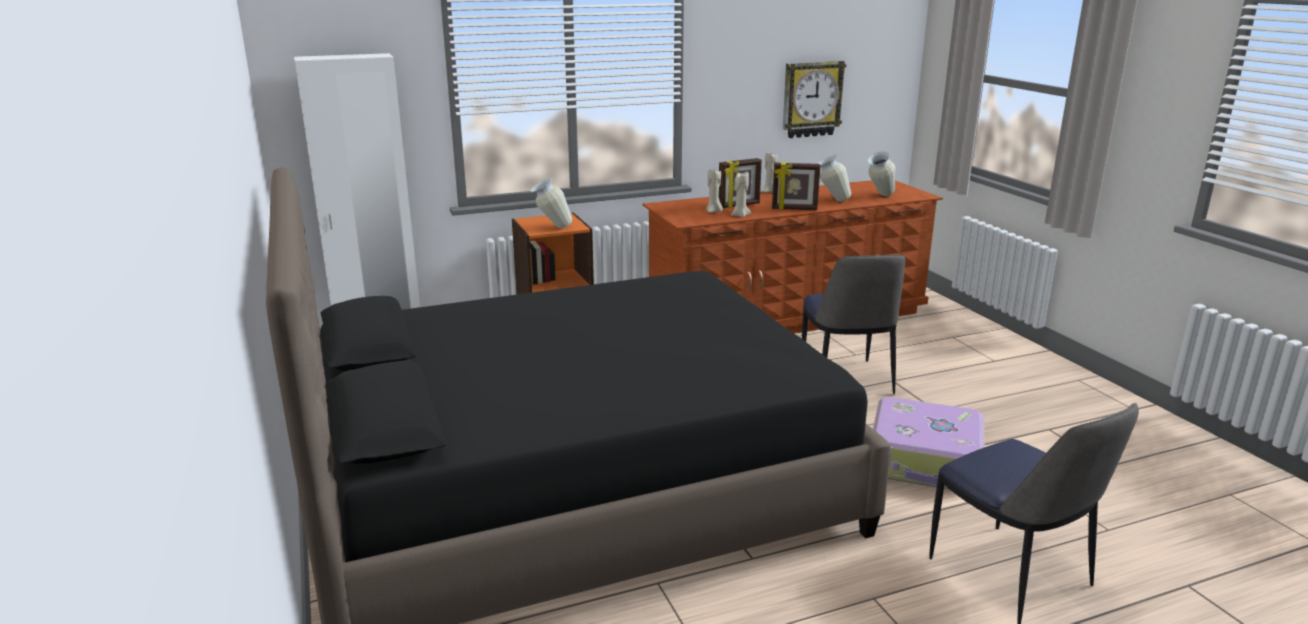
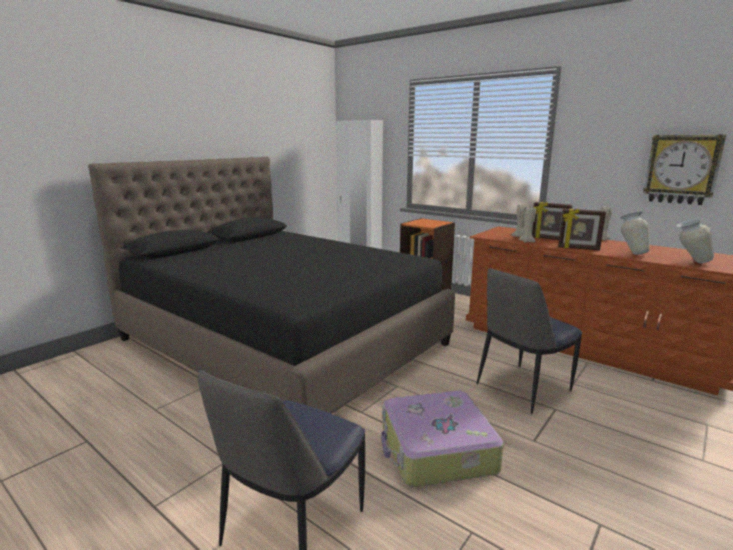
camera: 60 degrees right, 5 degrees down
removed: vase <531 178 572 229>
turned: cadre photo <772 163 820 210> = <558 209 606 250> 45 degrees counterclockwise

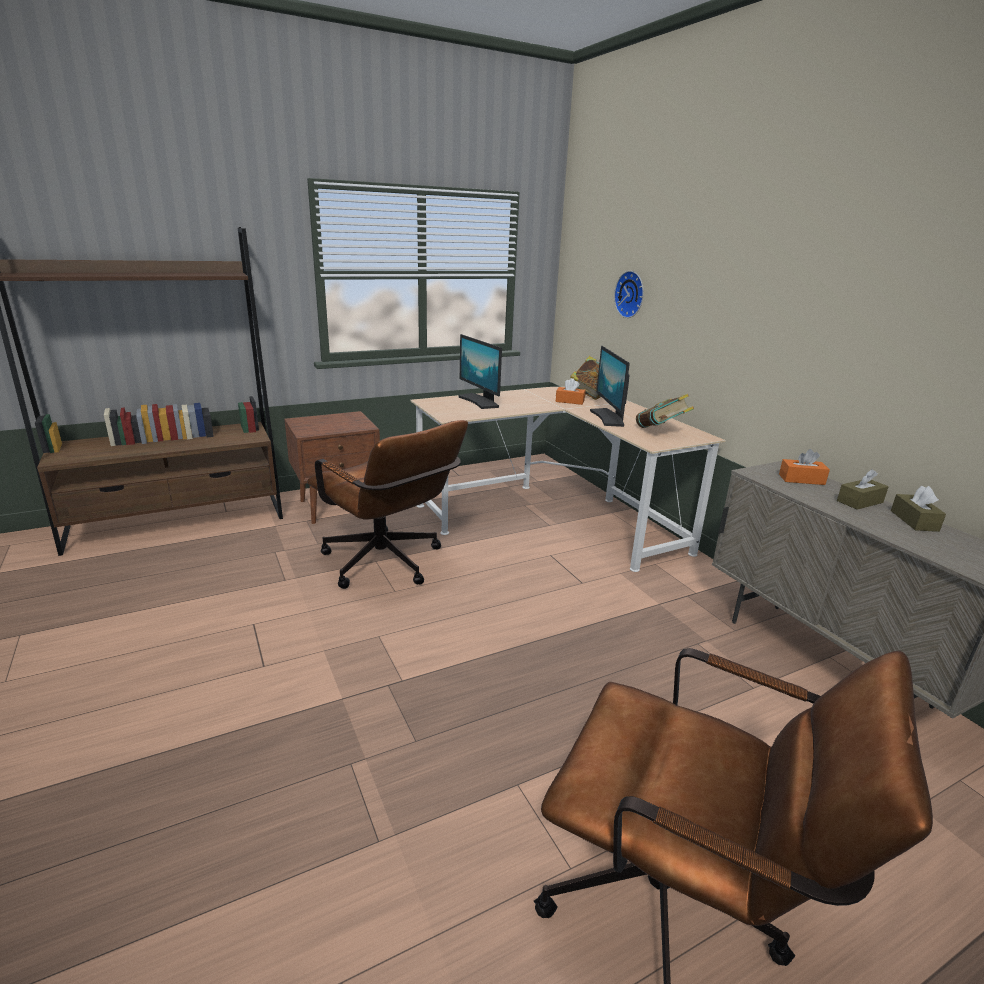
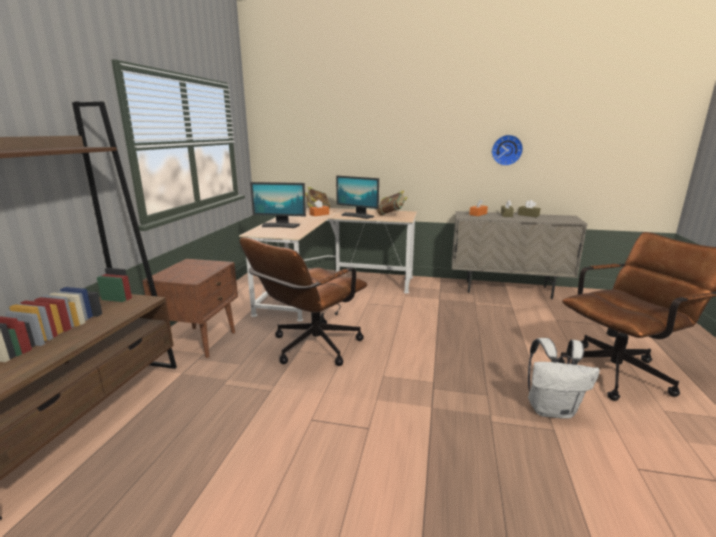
camera: 50 degrees left, 5 degrees down
added: sac à dos [blanc] <528 338 600 419>
moved: horloge murale <614 271 644 318> to <492 135 523 166>
turned: chaise de bureau [marron] <307 420 468 589> = <240 238 367 366> 135 degrees clockwise

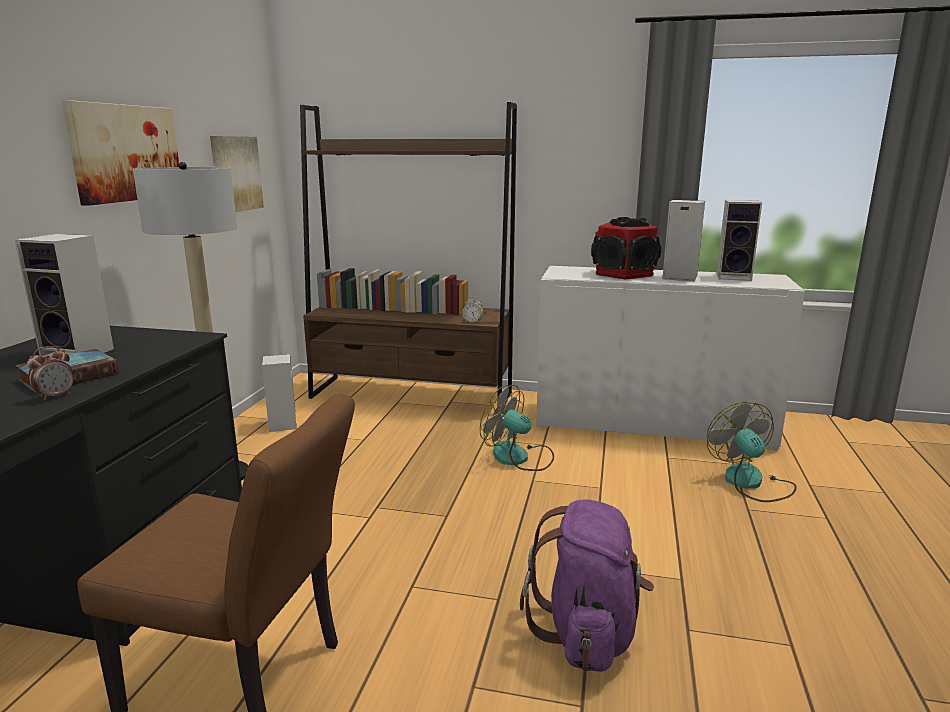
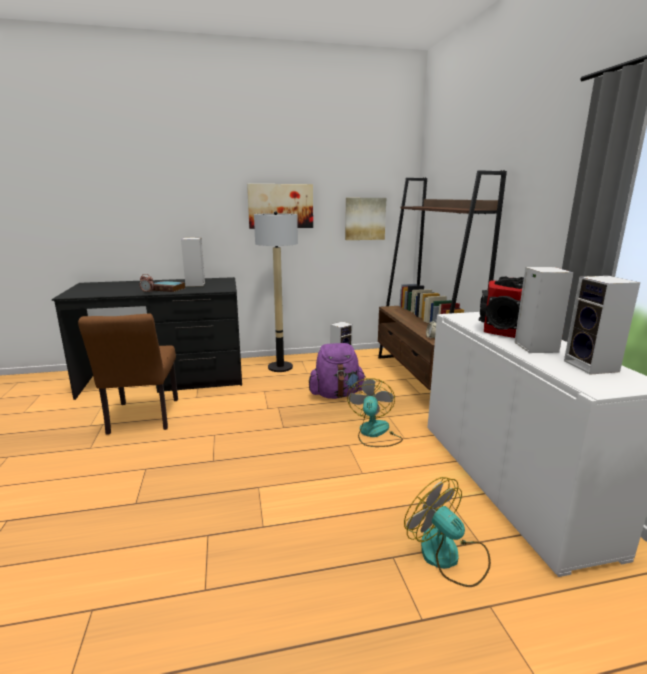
camera: 65 degrees right, 0 degrees up
moved: sac à dos [violet] <520 500 654 672> to <309 343 366 399>
turned: ventilateur <707 402 797 502> = <404 477 491 587> 90 degrees counterclockwise

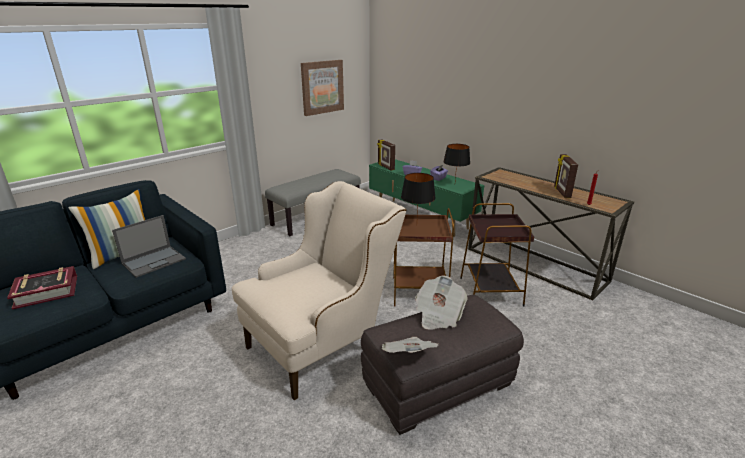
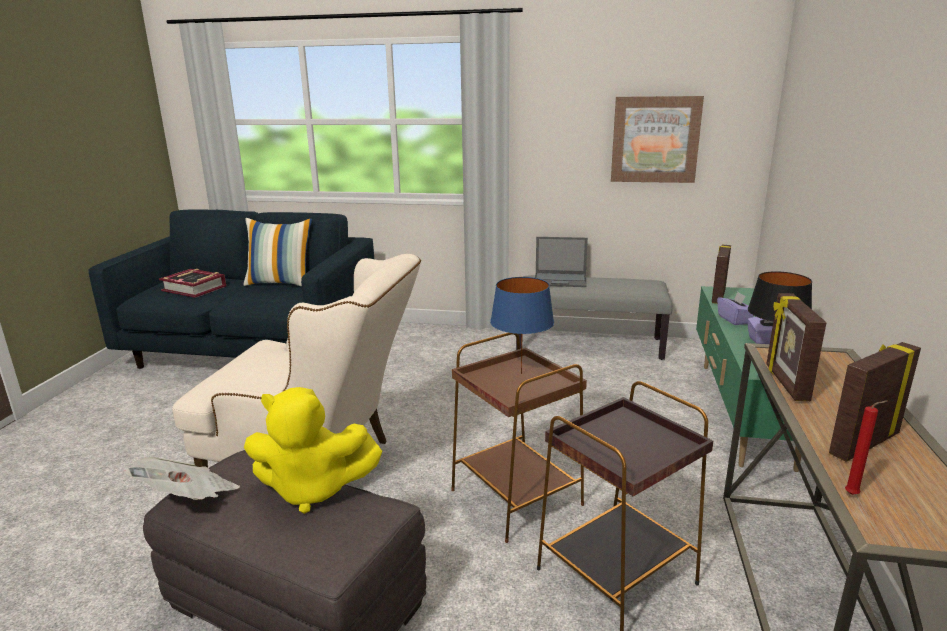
camera: 55 degrees right, 5 degrees down
added: cadre photo <767 293 826 401>
moved: ordinateur portable <112 215 186 278> to <535 237 588 287>
replaced: journal <415 275 468 330> to peluche [jaune] <244 387 382 514>
recoloured: lampe de table [noir] <401 173 436 217> to lampe de table [bleu] <490 277 554 374>

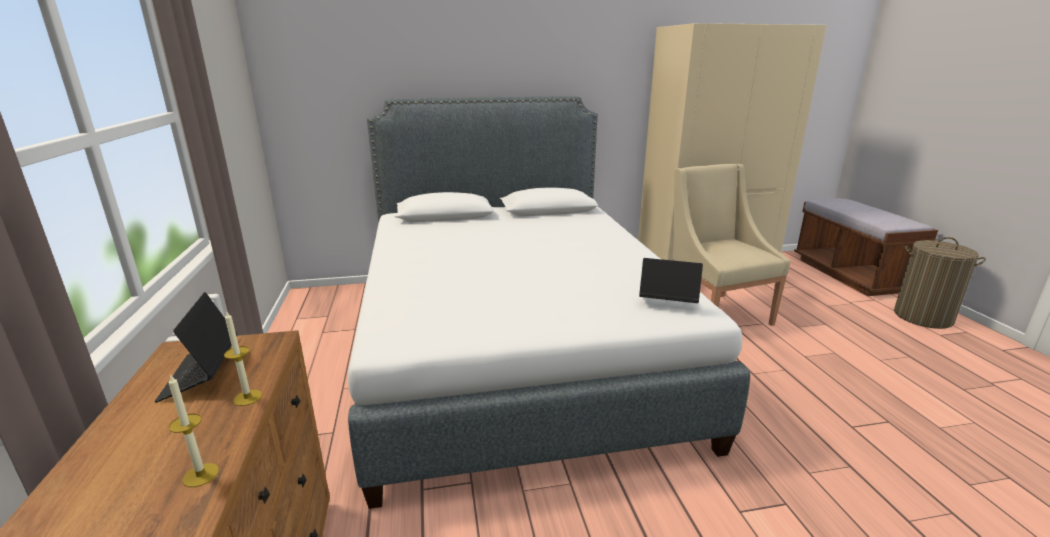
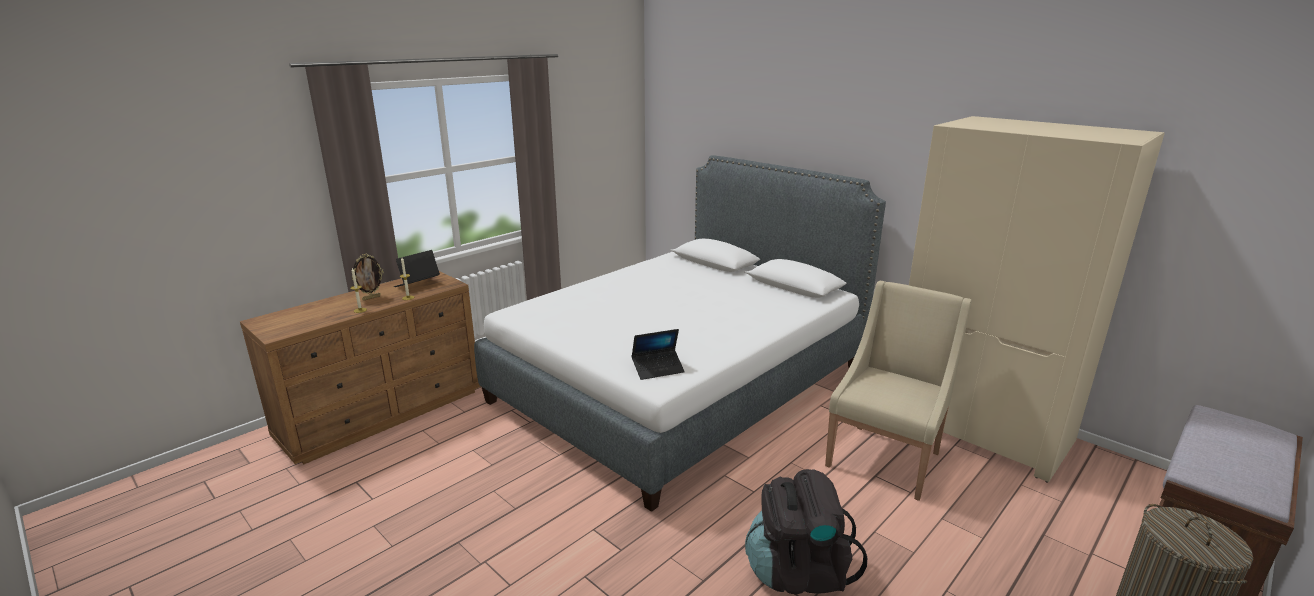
camera: 55 degrees right, 0 degrees up
added: cadre photo <352 254 384 300>; sac à dos [noir] <745 469 867 594>
turned: ordinateur portable <639 258 703 303> = <632 329 685 380> 90 degrees clockwise

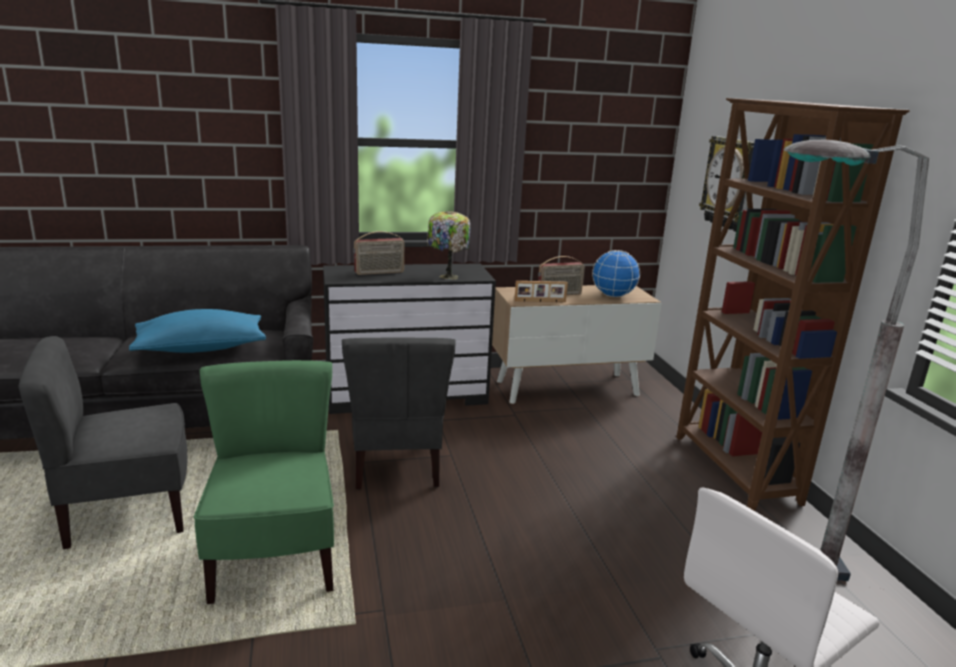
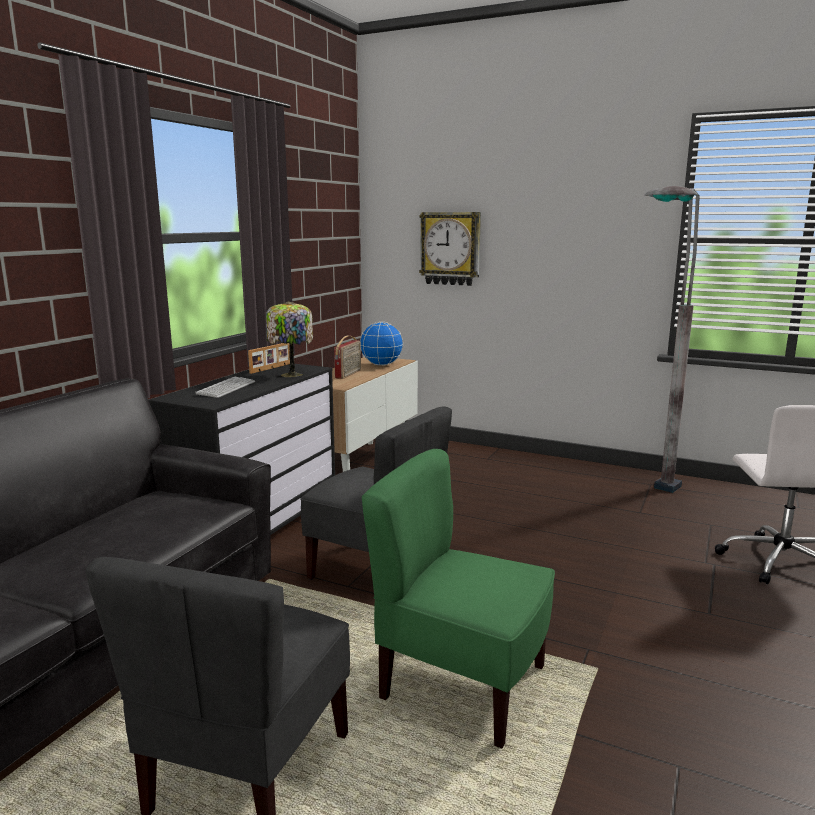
camera: 50 degrees left, 5 degrees down
removed: coussin [bleu] <129 309 266 353>; bibliothèque [marron] <676 98 910 511>
moved: cadre photo <514 281 568 302> to <248 343 290 374>
replaced: radio <354 231 404 275> to clavier <195 377 255 398>

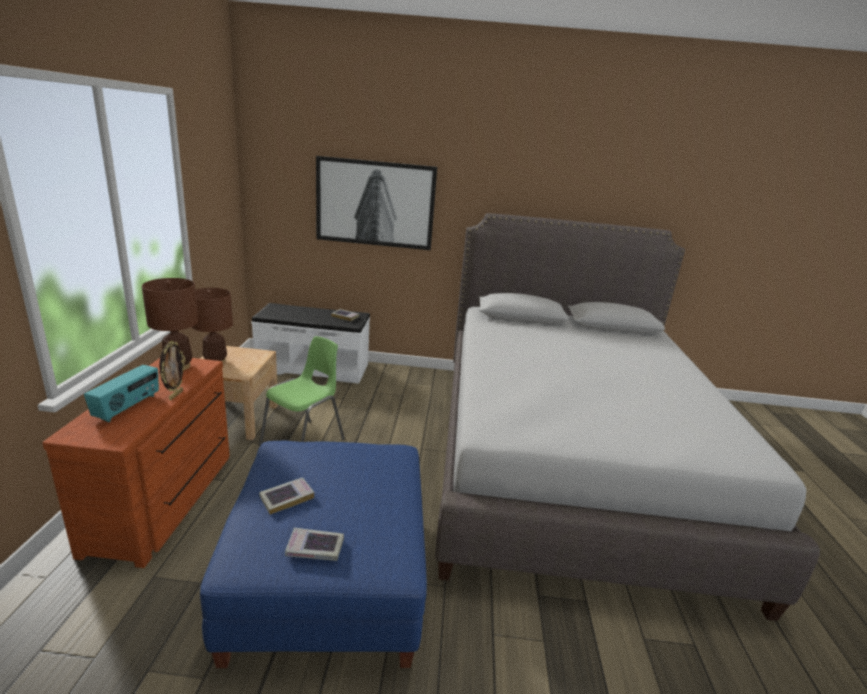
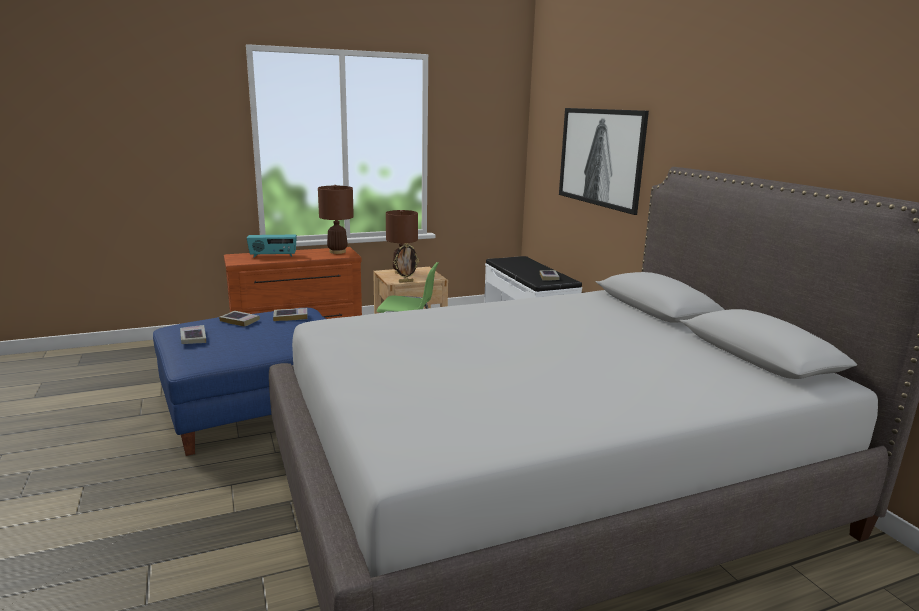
camera: 65 degrees right, 5 degrees down
added: livre <273 308 308 321>
moved: cadre photo <159 341 186 400> to <394 243 419 283>

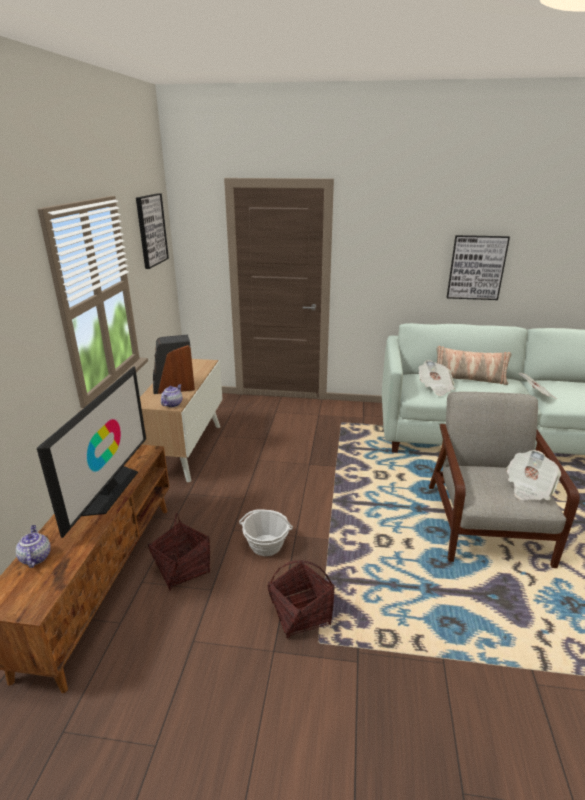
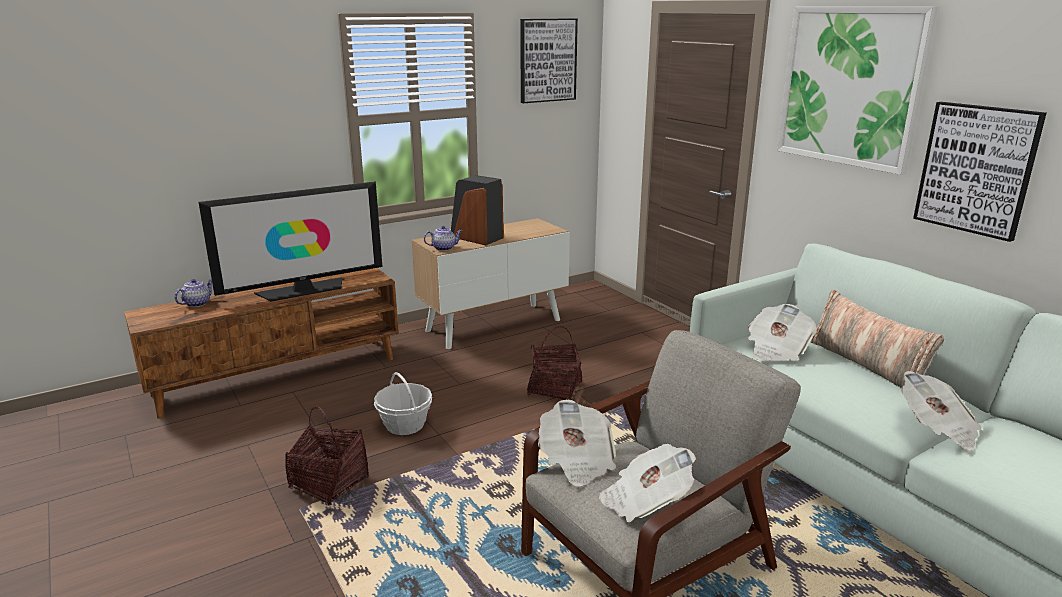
camera: 50 degrees right, 5 degrees down
added: journal <538 400 616 487>; tableau <777 7 938 175>
moved: panier <148 514 210 591> to <527 326 582 400>

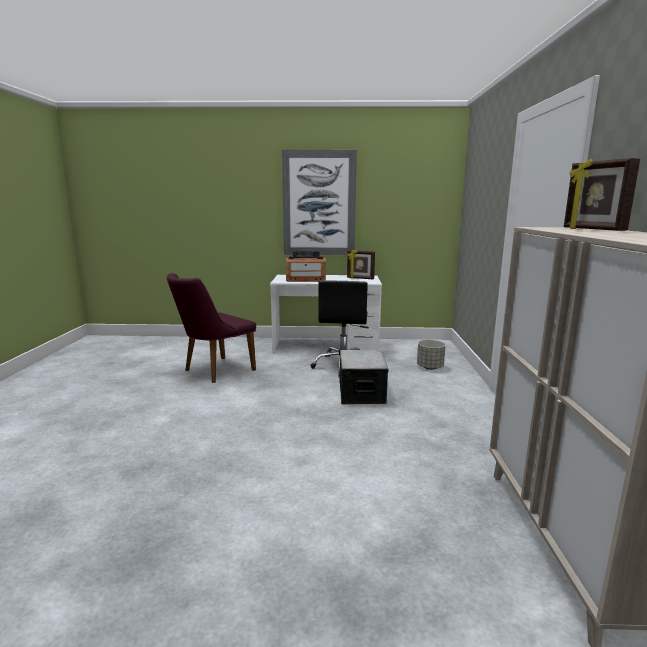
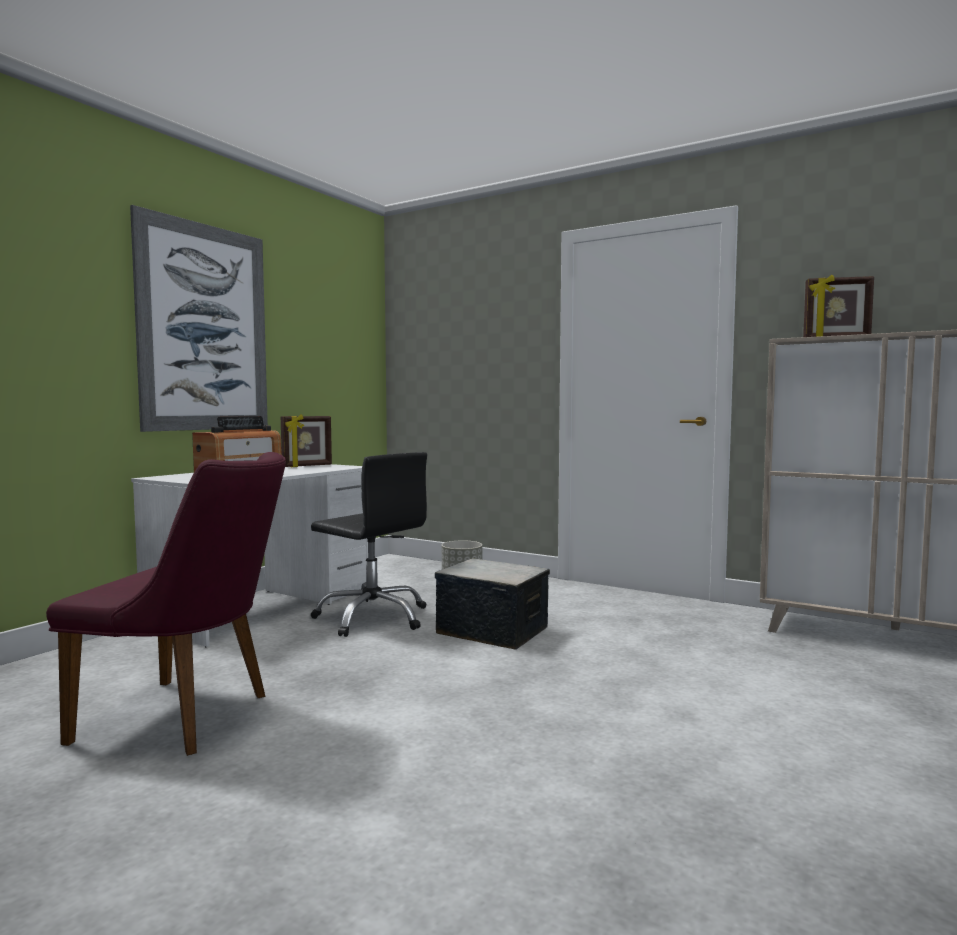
camera: 60 degrees left, 10 degrees down
turned: chaise [violet] <167 273 256 383> = <46 452 286 756> 60 degrees counterclockwise

